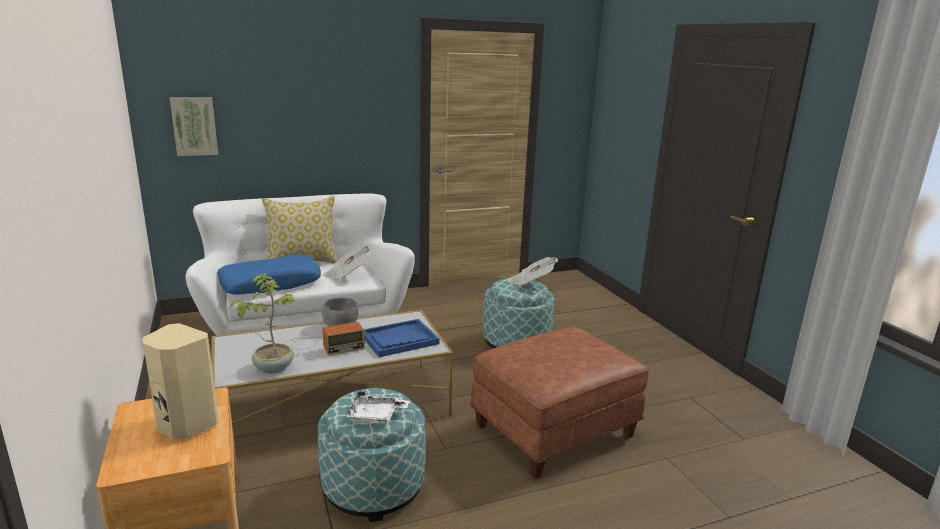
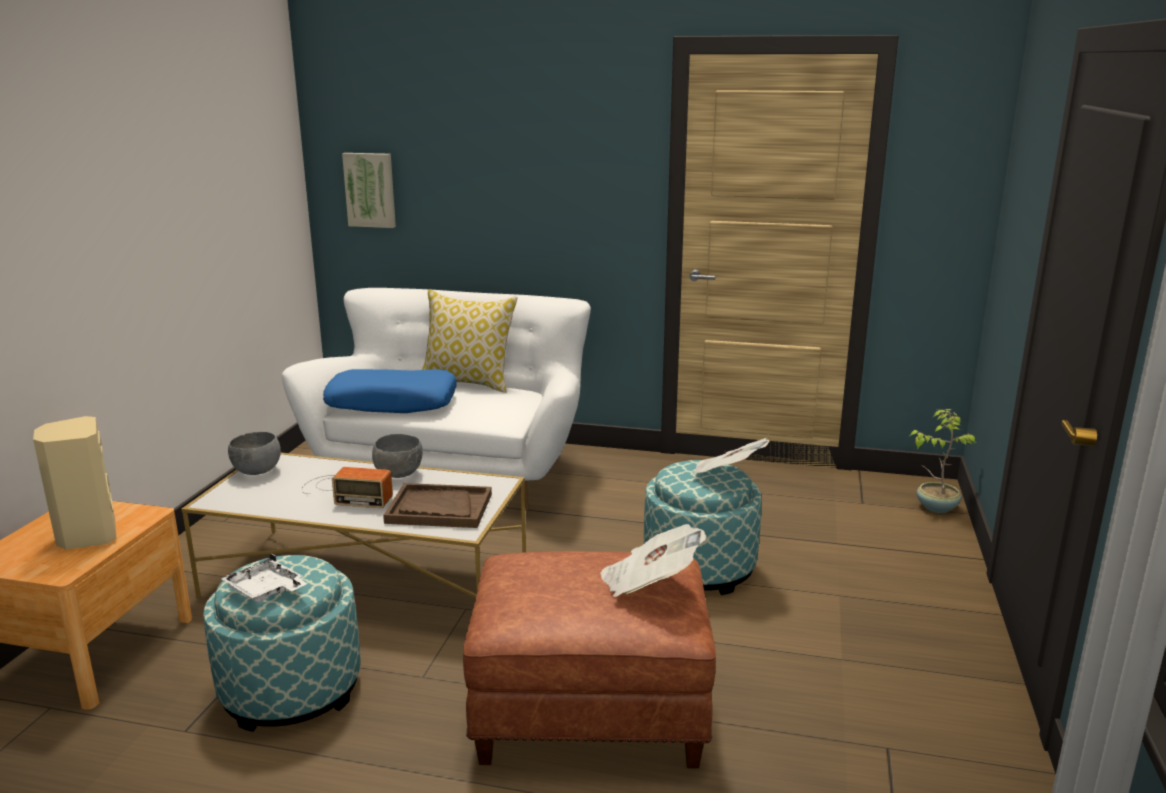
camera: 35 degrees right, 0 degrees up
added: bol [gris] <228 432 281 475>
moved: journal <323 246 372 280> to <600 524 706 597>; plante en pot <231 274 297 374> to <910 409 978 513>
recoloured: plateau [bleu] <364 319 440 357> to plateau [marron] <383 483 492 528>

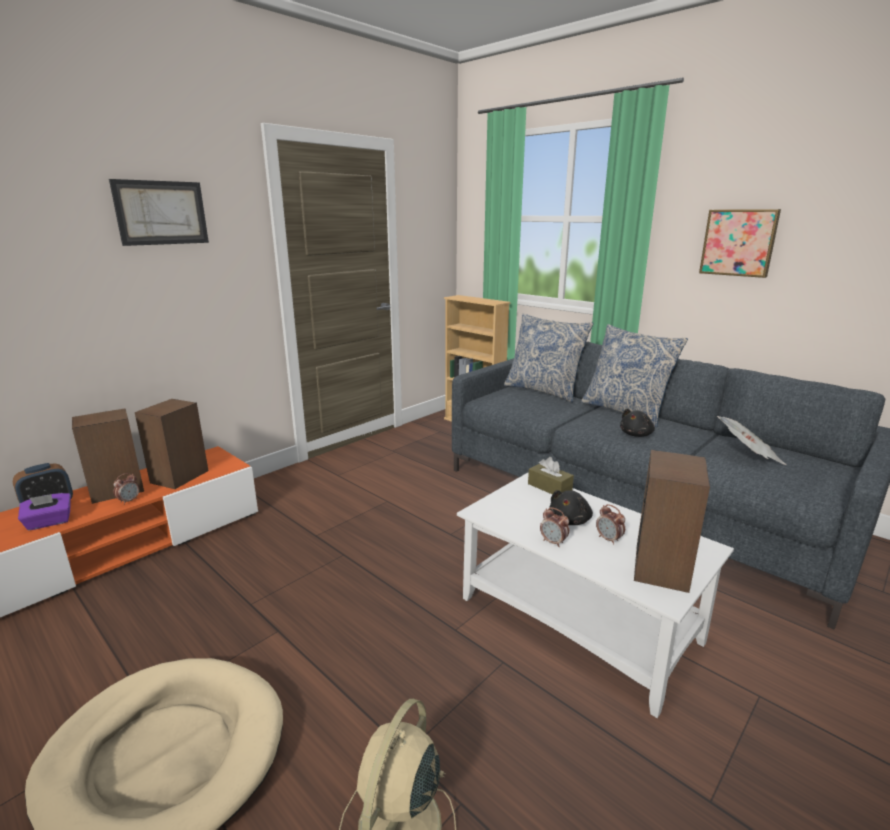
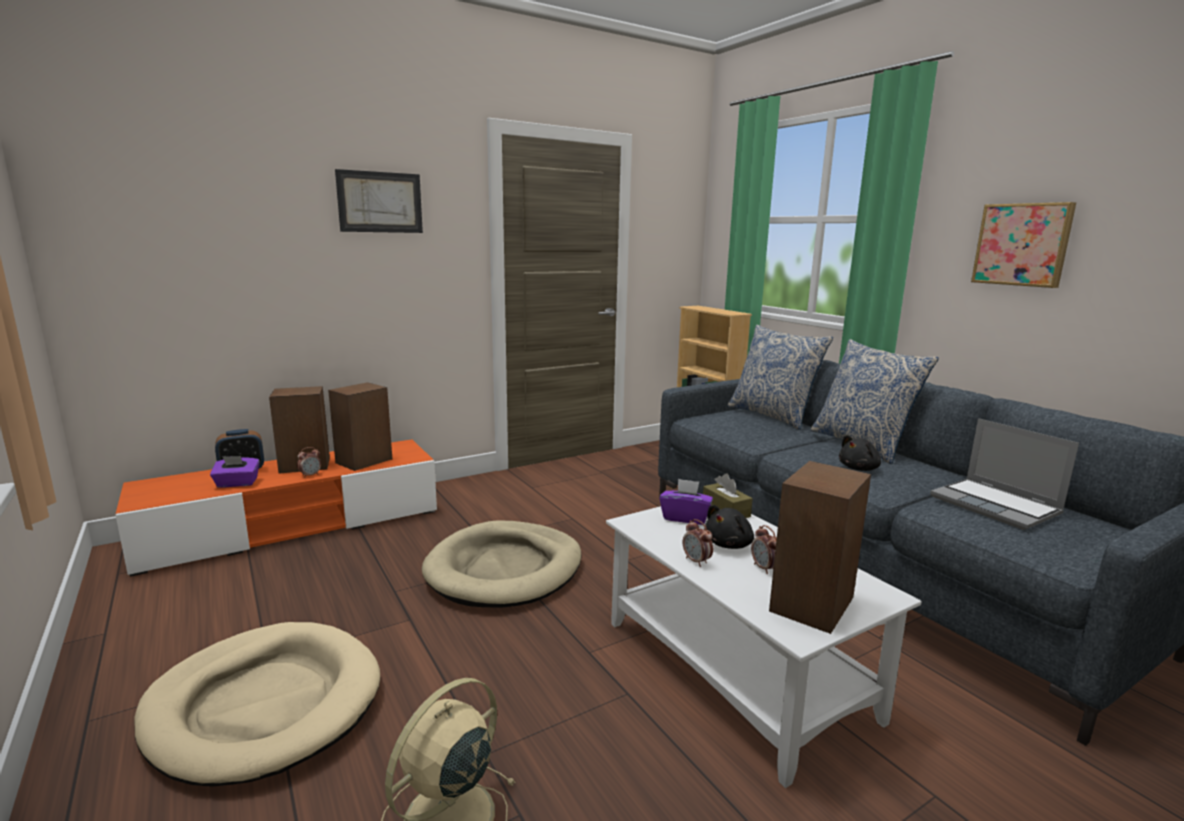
camera: 15 degrees right, 5 degrees down
added: panier pour chien [beige] <422 520 582 608>; boîte à mouchoirs [violet] <660 479 713 525>
replaced: journal <717 416 787 465> to ordinateur portable <930 418 1079 530>

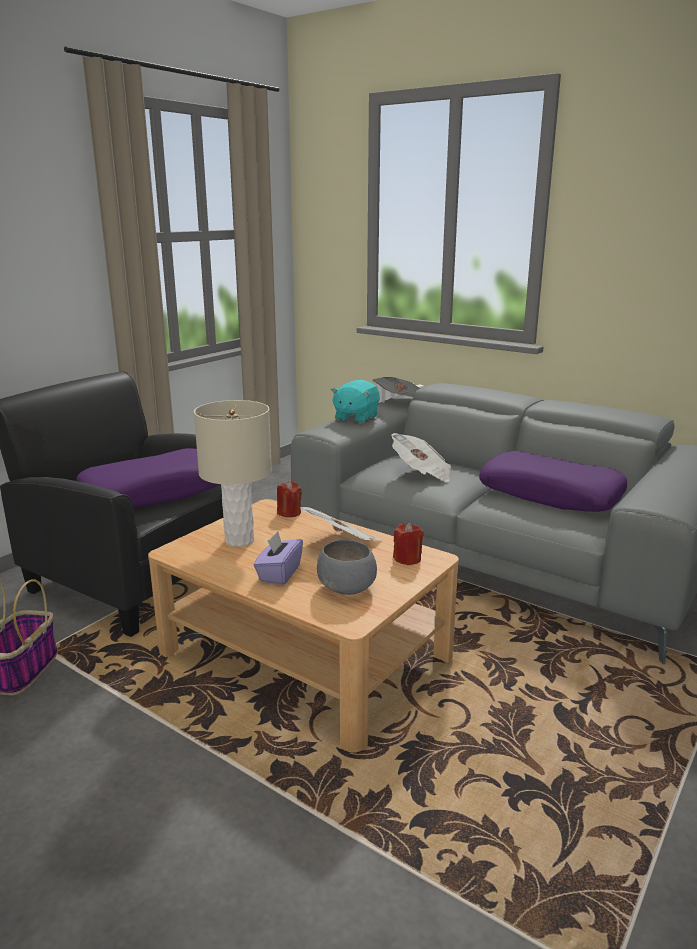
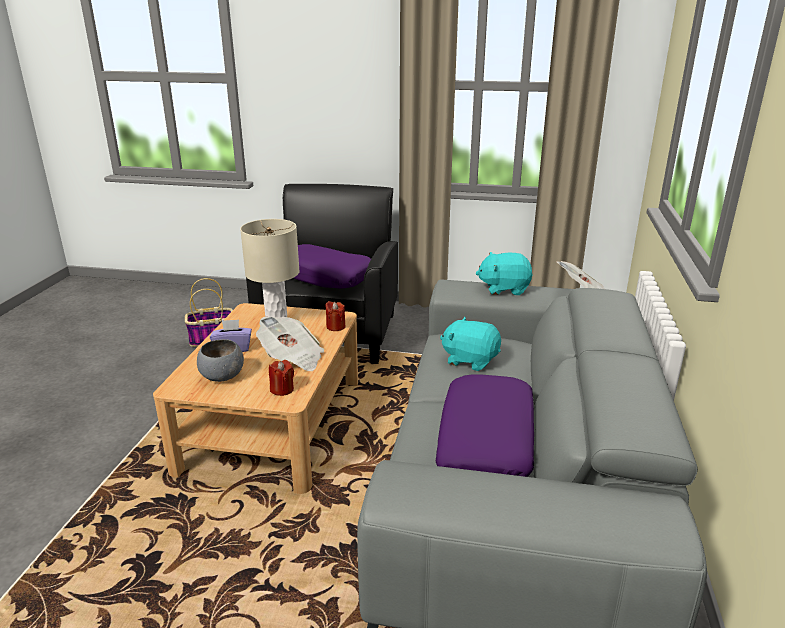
camera: 65 degrees right, 5 degrees up
replaced: journal <392 433 451 482> to peluche [turquoise] <440 317 501 371>

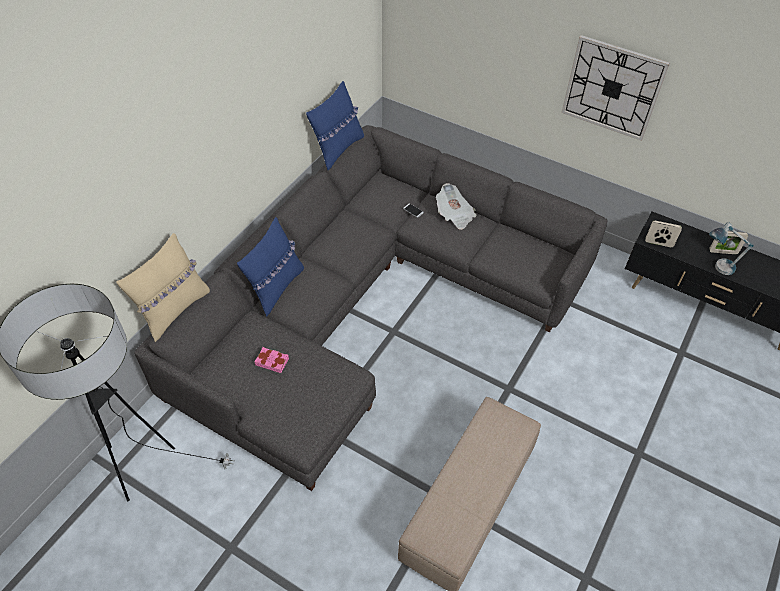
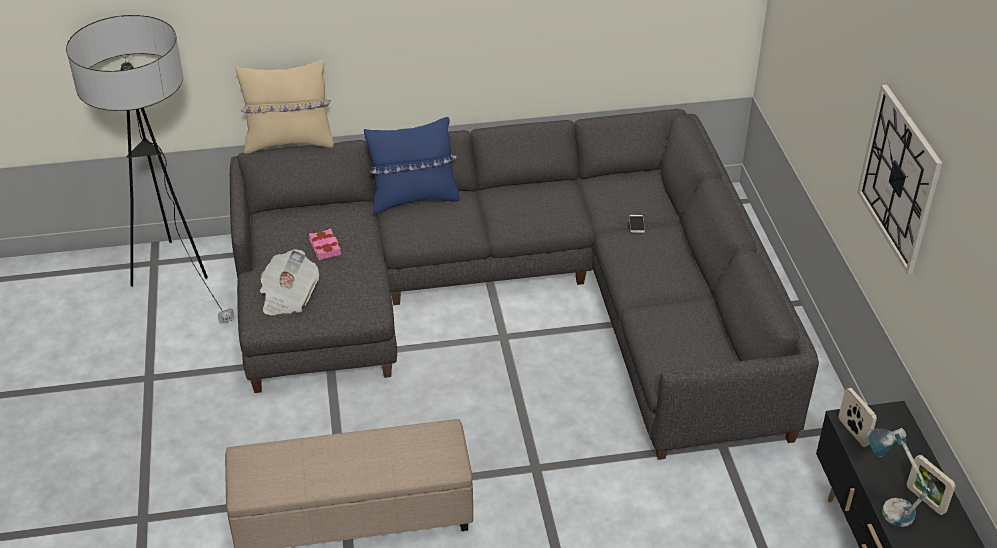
camera: 50 degrees right, 10 degrees down
removed: coussin [bleu] <306 81 364 170>
moved: journal <436 183 477 230> to <260 249 319 315>

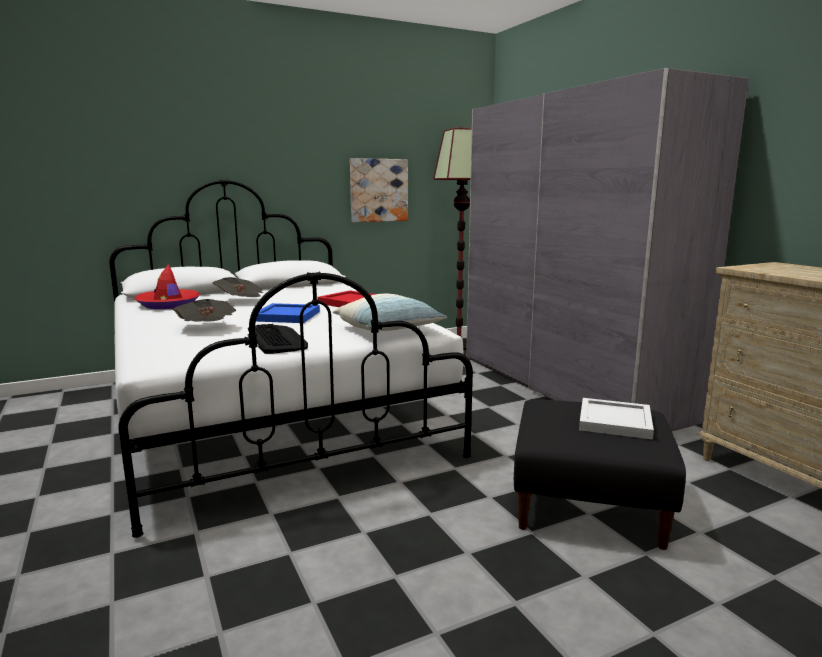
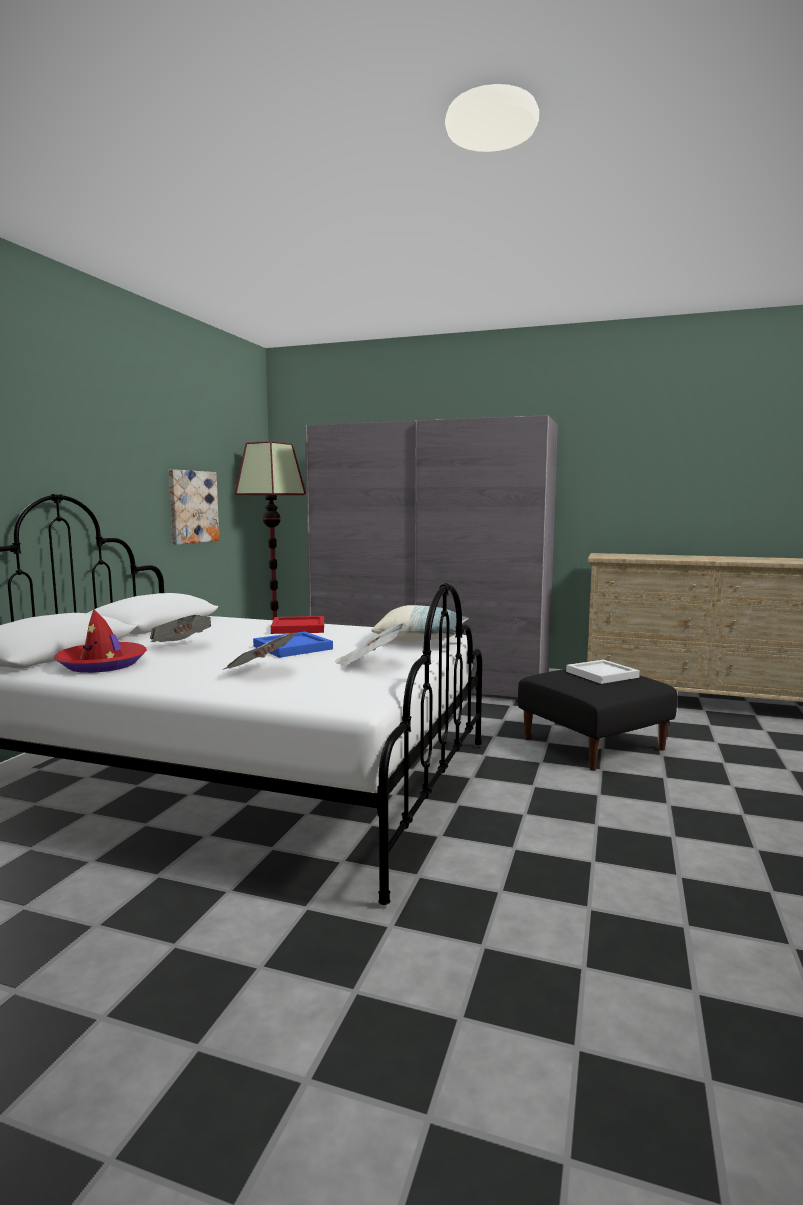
camera: 45 degrees left, 5 degrees down
replaced: clavier <248 324 308 354> to journal <335 623 406 666>

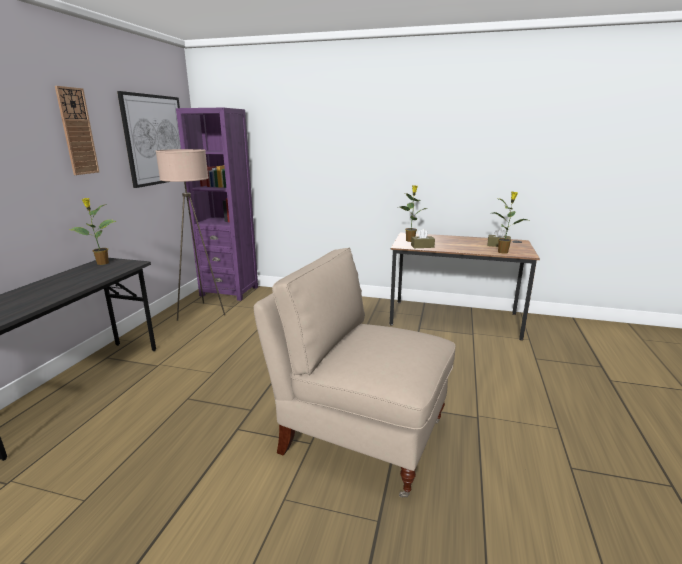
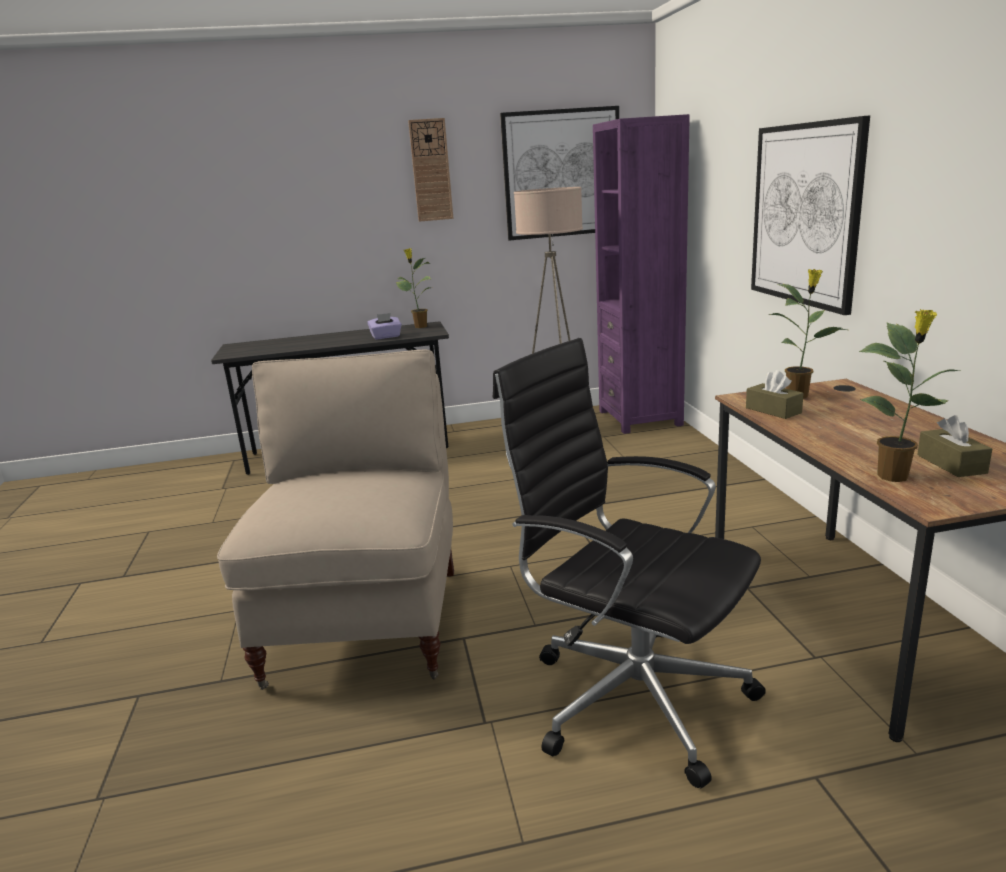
camera: 65 degrees right, 0 degrees up
added: boîte à mouchoirs [violet] <367 313 402 339>; chaise de bureau [noir] <493 338 766 789>; tableau <751 115 870 315>

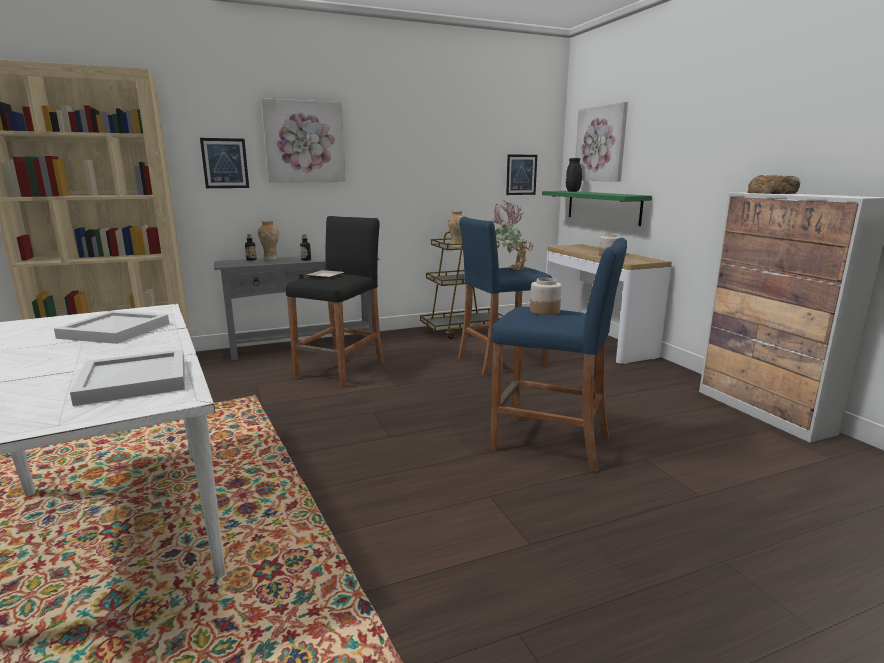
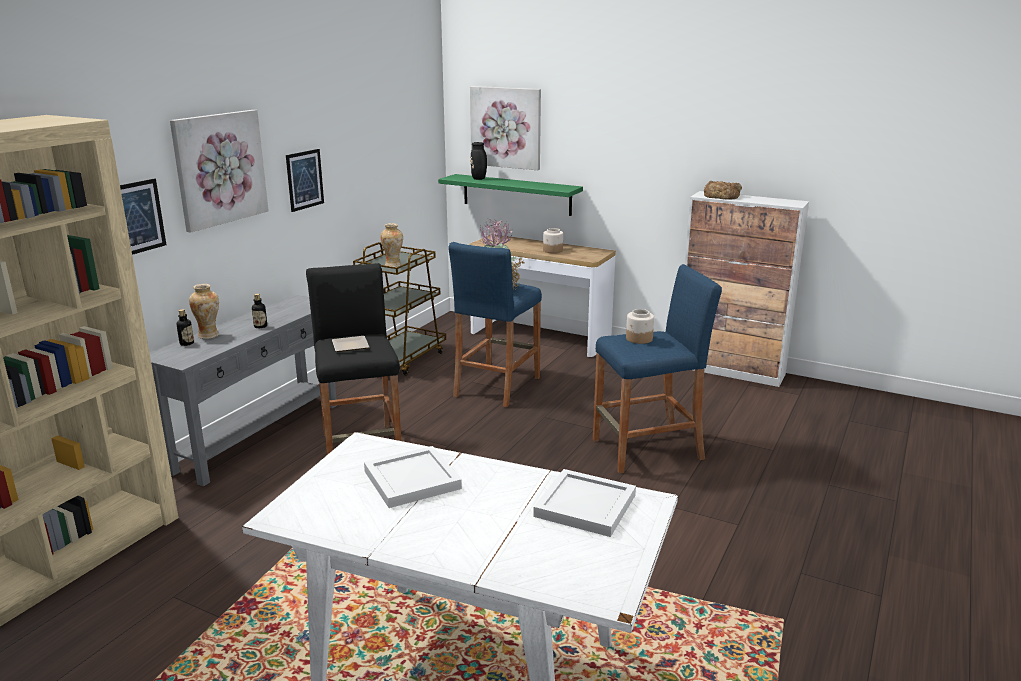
camera: 40 degrees left, 5 degrees up
moved: tableau <506 154 537 195> to <286 149 324 212>

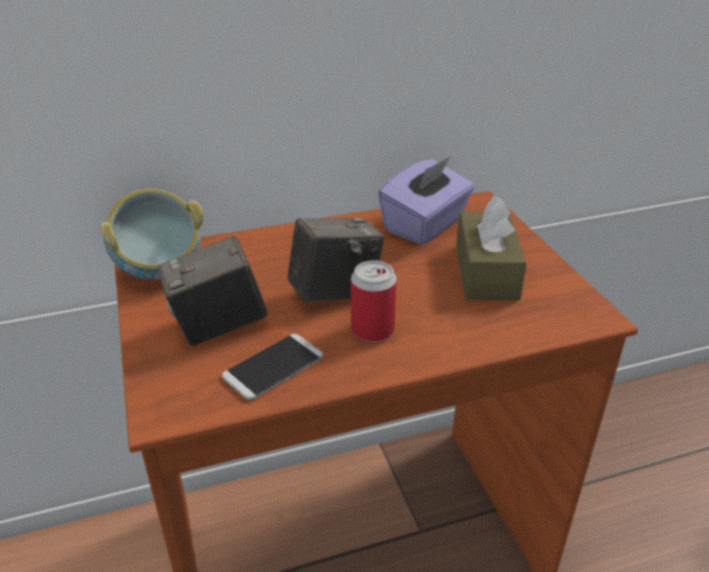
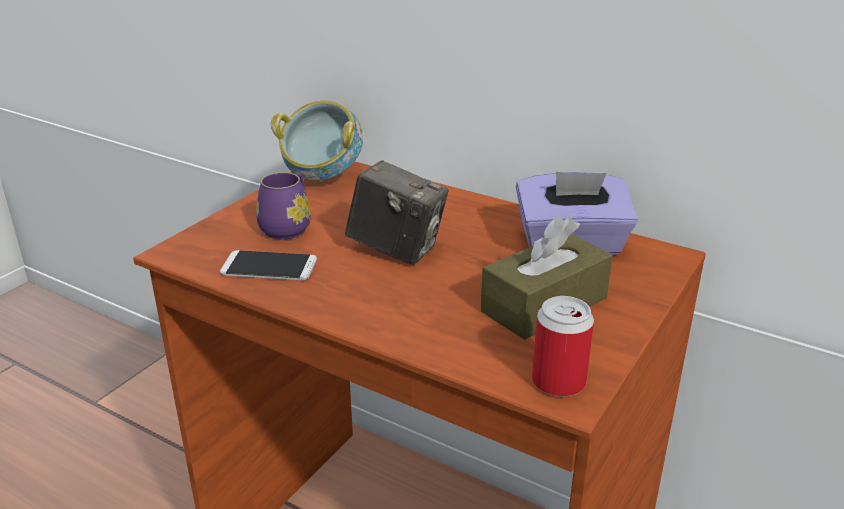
camera: 50 degrees right, 5 degrees down
moved: boîte métallique <351 260 397 342> to <532 296 594 397>
replaced: appareil photo <158 236 267 346> to mug [violet] <256 172 311 240>

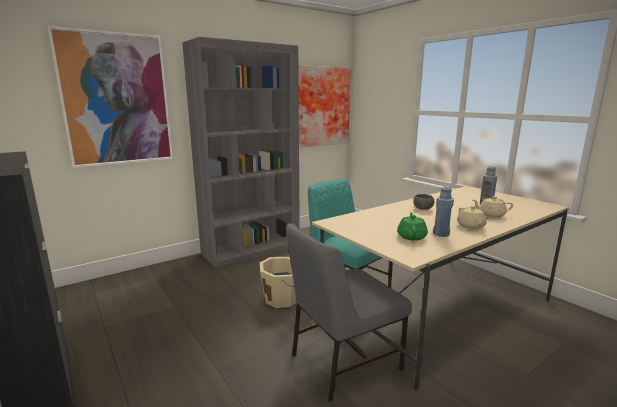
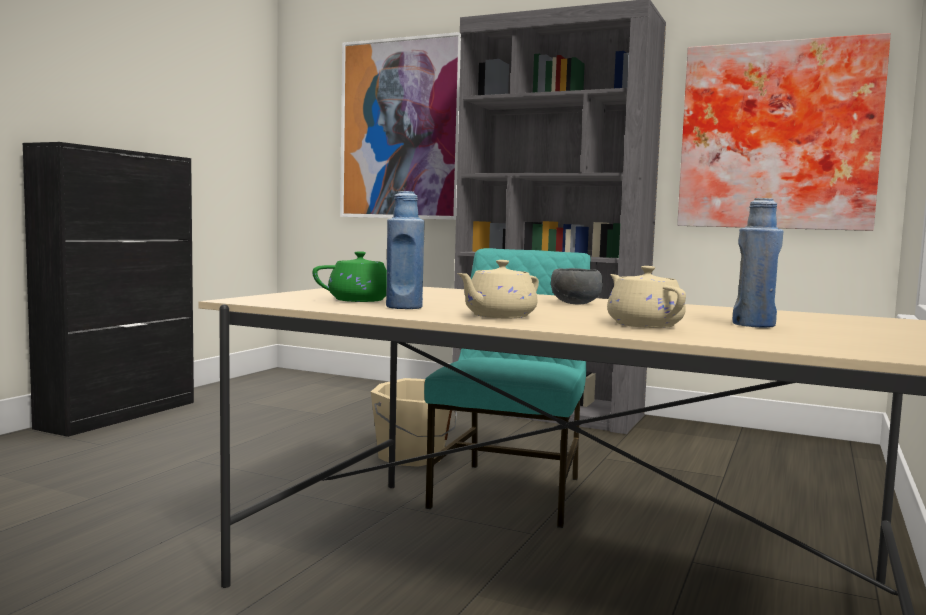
camera: 60 degrees right, 10 degrees down
removed: chaise [gris] <286 223 412 402>

